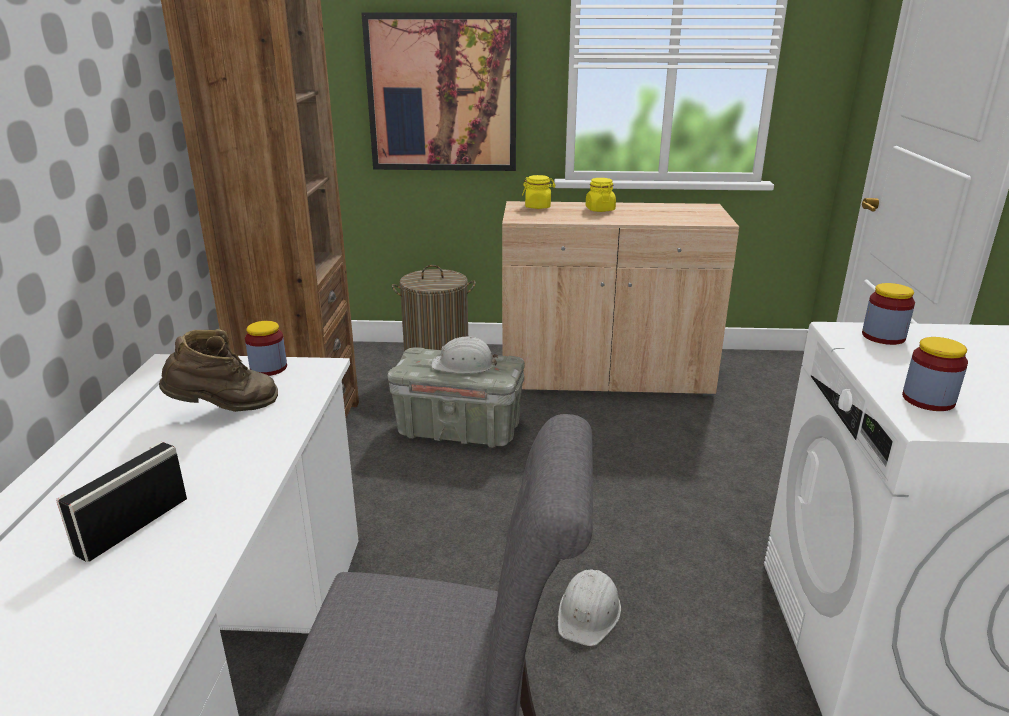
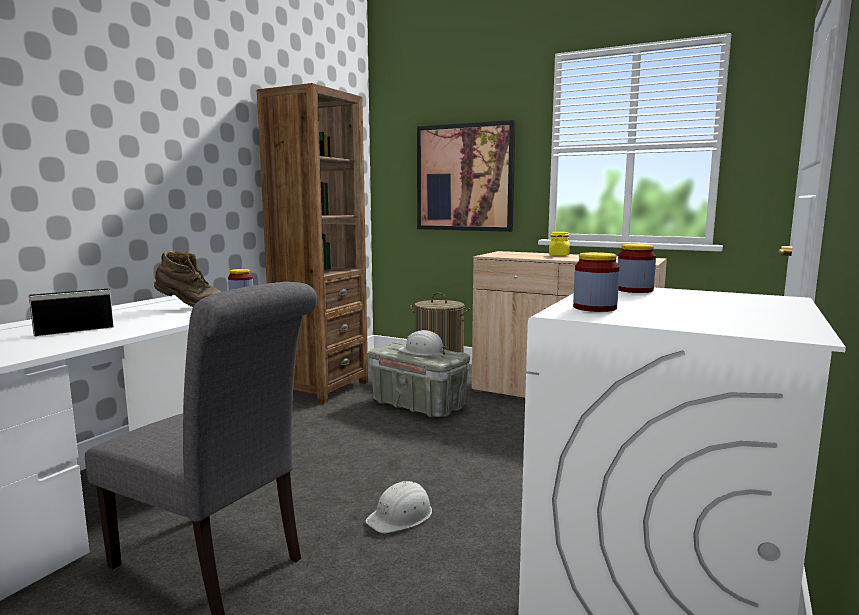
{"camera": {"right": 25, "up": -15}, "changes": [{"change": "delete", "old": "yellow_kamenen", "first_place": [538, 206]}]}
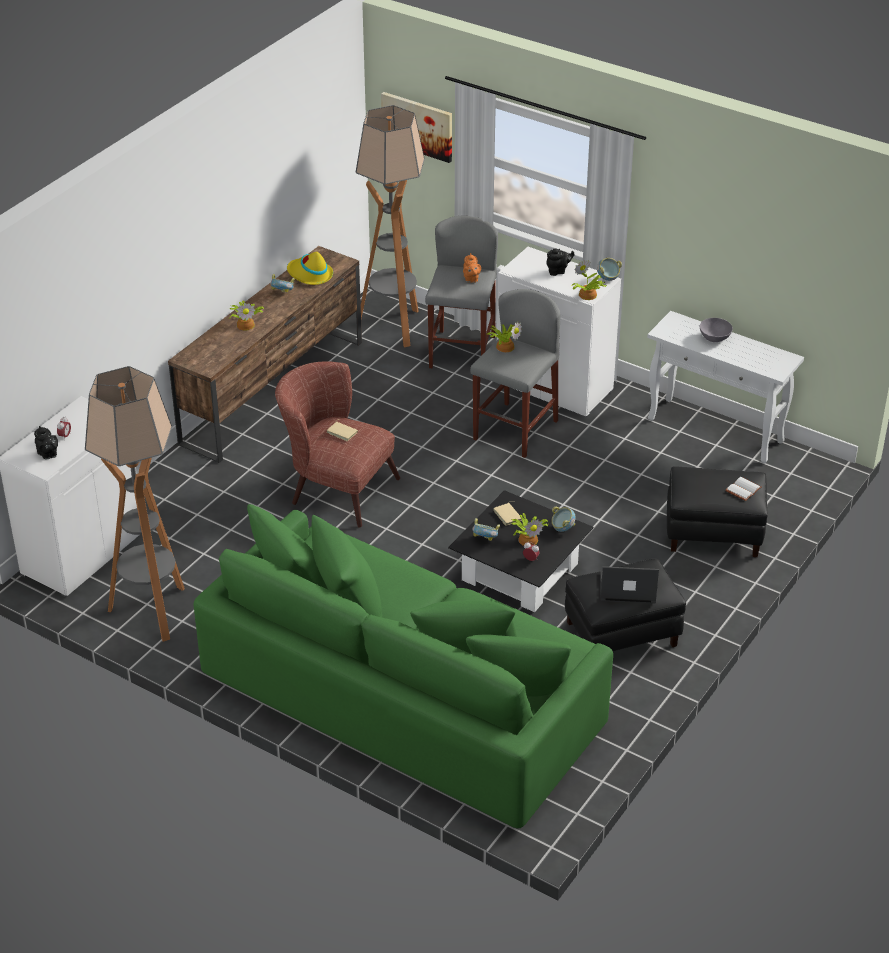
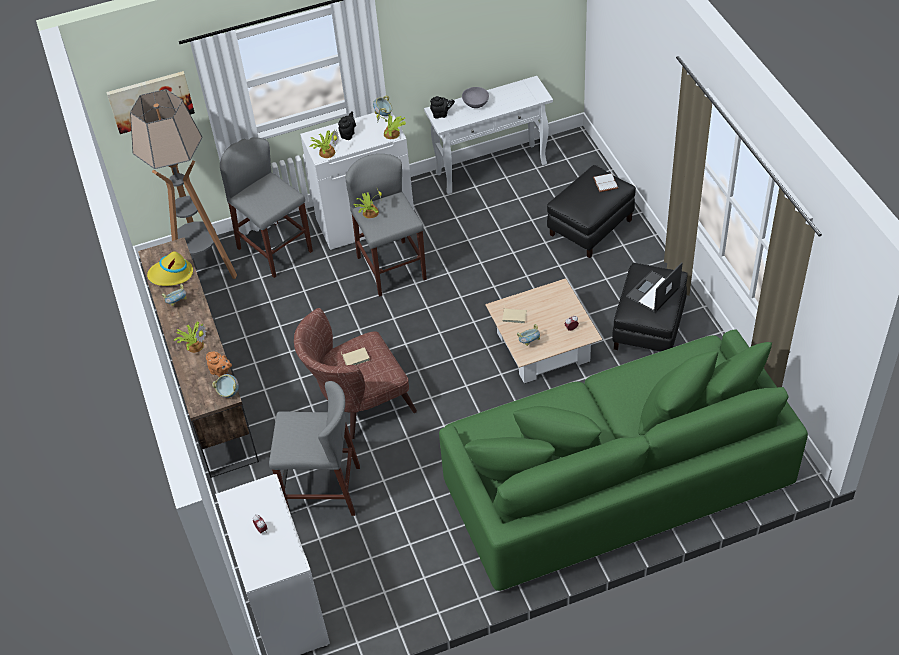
{"camera": {"right": -50, "up": 10}, "changes": [{"change": "delete", "old": "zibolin", "first_place": [152, 612]}, {"change": "insert", "new": "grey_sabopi", "second_place": [323, 490]}, {"change": "move", "old": "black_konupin", "first_place": [48, 455], "second_place": [441, 114]}, {"change": "move", "old": "orange_konupin", "first_place": [471, 279], "second_place": [221, 372]}, {"change": "move", "old": "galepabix", "first_place": [528, 539], "second_place": [326, 152]}, {"change": "move", "old": "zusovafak", "first_place": [562, 528], "second_place": [228, 393]}, {"change": "recolor", "old": "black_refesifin", "new": "beige_refesifin", "first_place": [520, 572], "second_place": [543, 347]}]}
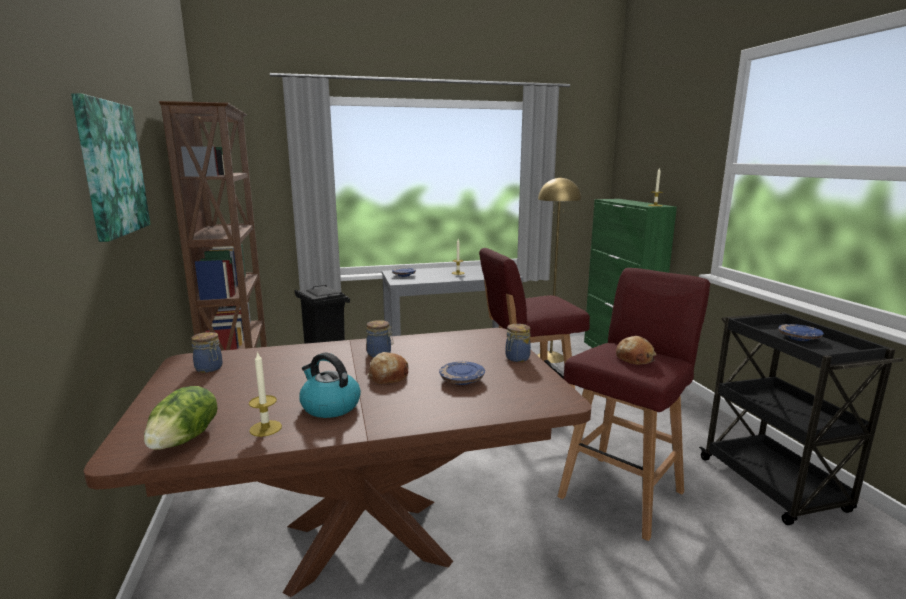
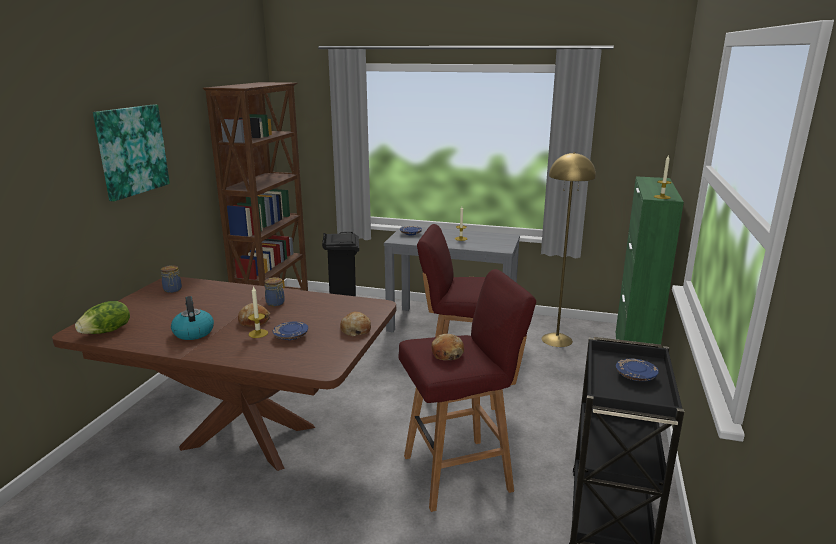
{"camera": {"right": 30, "up": 5}, "changes": [{"change": "move", "old": "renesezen", "first_place": [265, 428], "second_place": [258, 333]}, {"change": "replace", "old": "kamenen", "new": "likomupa", "first_place": [516, 358], "second_place": [355, 330]}]}
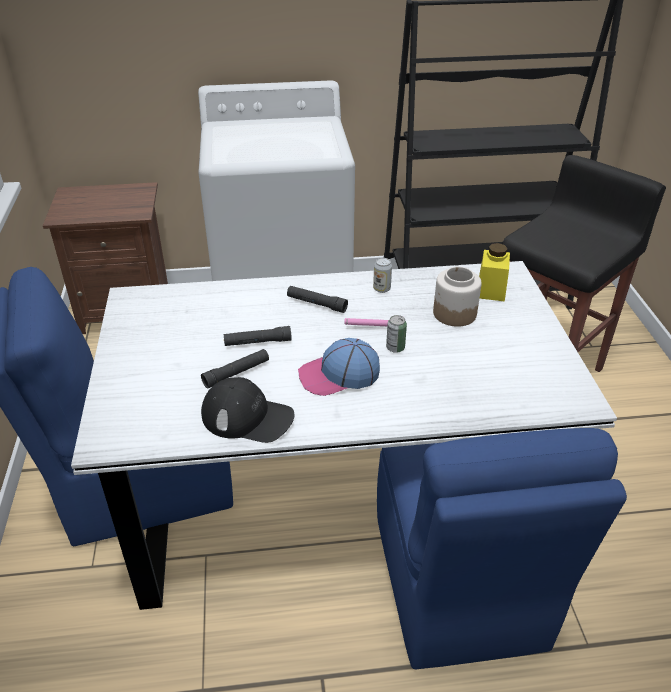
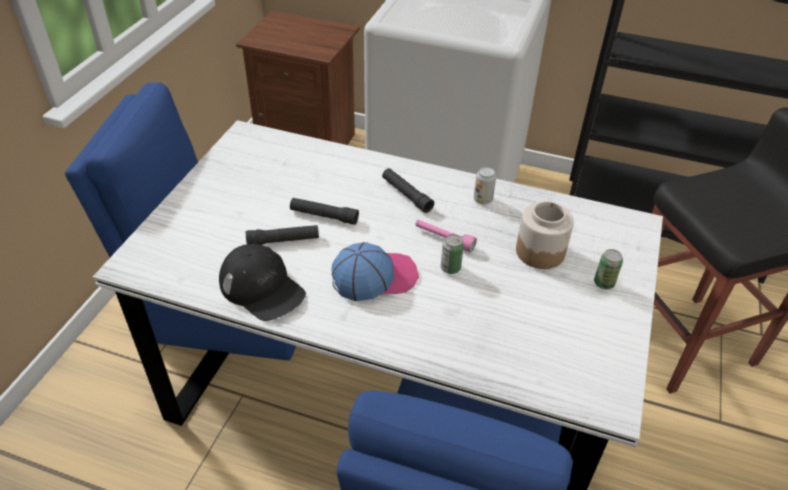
{"camera": {"right": 25, "up": 5}, "changes": [{"change": "delete", "old": "yellow_kamenen", "first_place": [491, 290]}, {"change": "insert", "new": "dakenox", "second_place": [604, 283]}, {"change": "rotate", "old": "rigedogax", "first_place": [339, 375], "second_place": [374, 277], "degrees": 150}]}
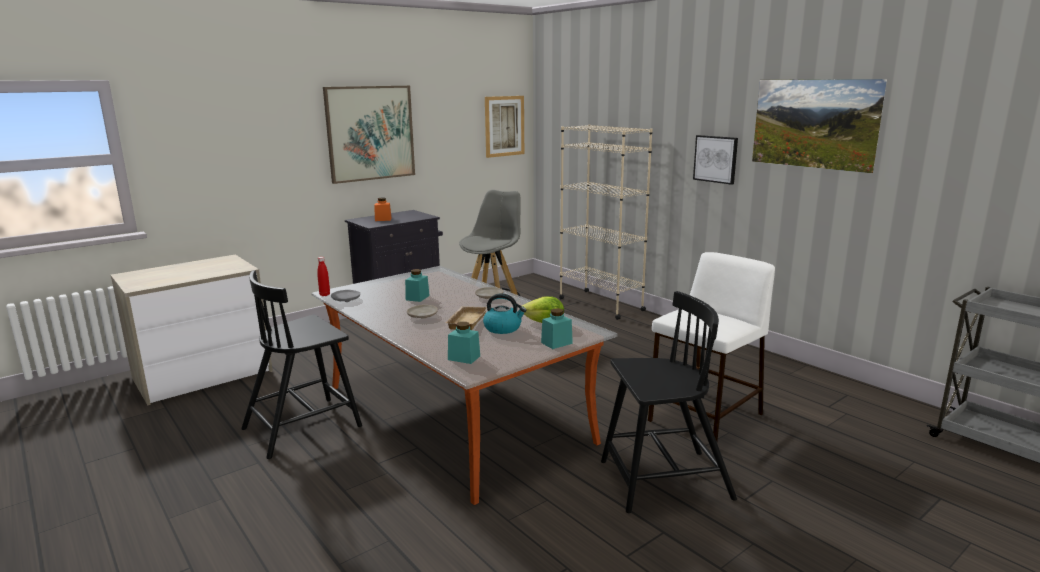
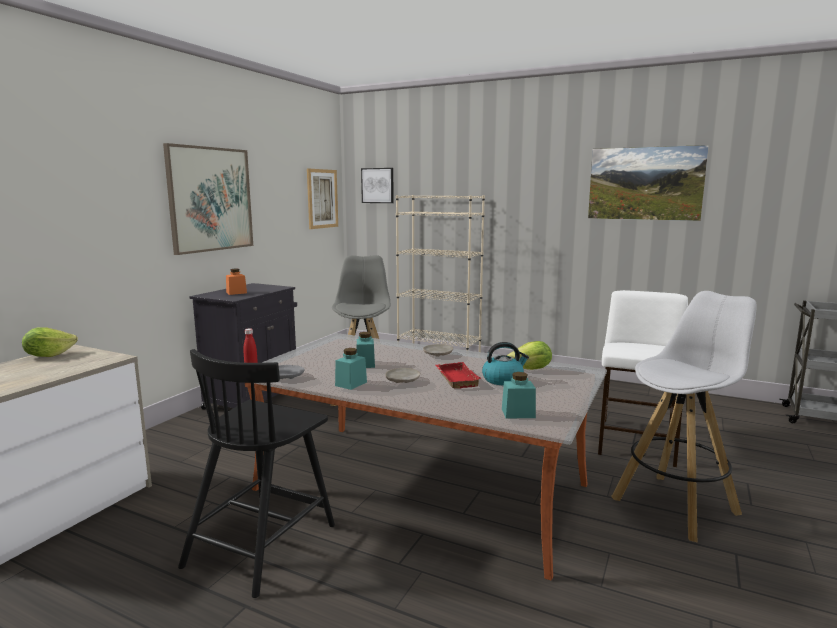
{"camera": {"right": -25, "up": -5}, "changes": [{"change": "insert", "new": "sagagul", "second_place": [48, 355]}, {"change": "move", "old": "turquoise_kamenen", "first_place": [556, 343], "second_place": [351, 384]}, {"change": "move", "old": "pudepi", "first_place": [715, 159], "second_place": [378, 185]}, {"change": "replace", "old": "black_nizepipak", "new": "white_sabopi", "first_place": [663, 481], "second_place": [676, 505]}, {"change": "recolor", "old": "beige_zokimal", "new": "red_zokimal", "first_place": [465, 321], "second_place": [455, 379]}]}
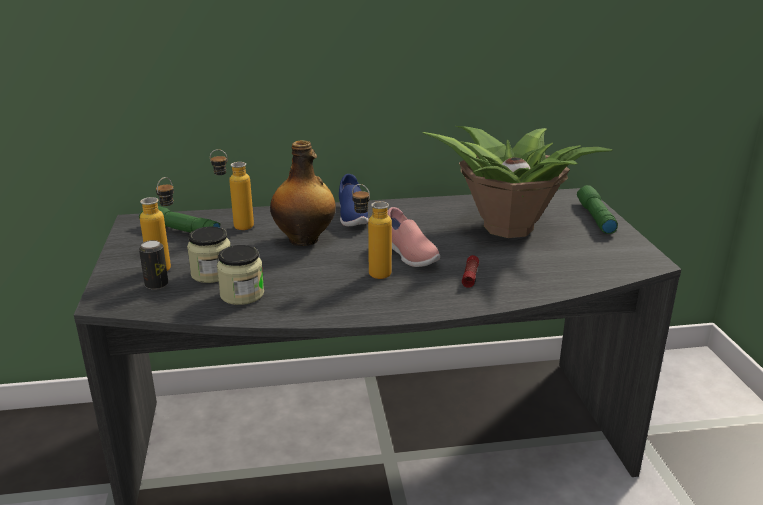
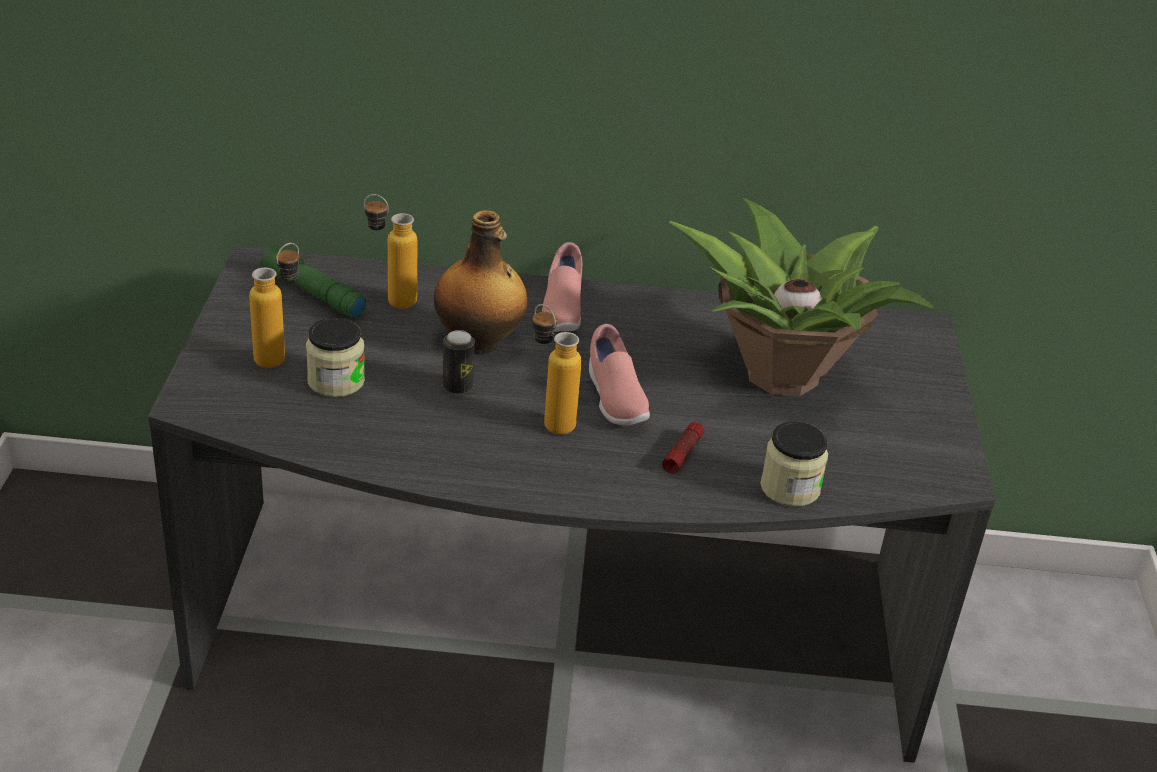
{"camera": {"right": 10, "up": 10}, "changes": [{"change": "delete", "old": "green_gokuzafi", "first_place": [594, 217]}, {"change": "move", "old": "dakenox", "first_place": [156, 285], "second_place": [457, 386]}, {"change": "move", "old": "kamenen", "first_place": [242, 294], "second_place": [790, 488]}, {"change": "recolor", "old": "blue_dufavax", "new": "pink_dufavax", "first_place": [351, 216], "second_place": [561, 310]}]}
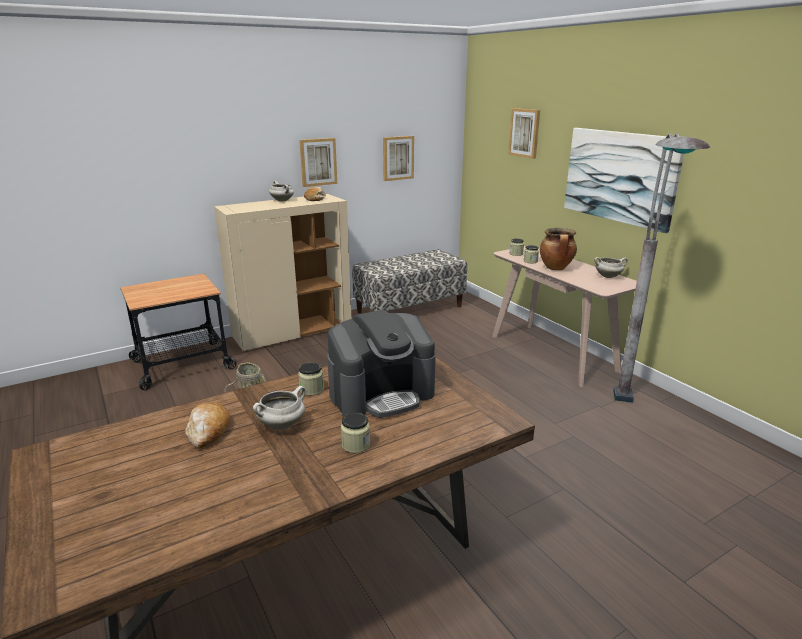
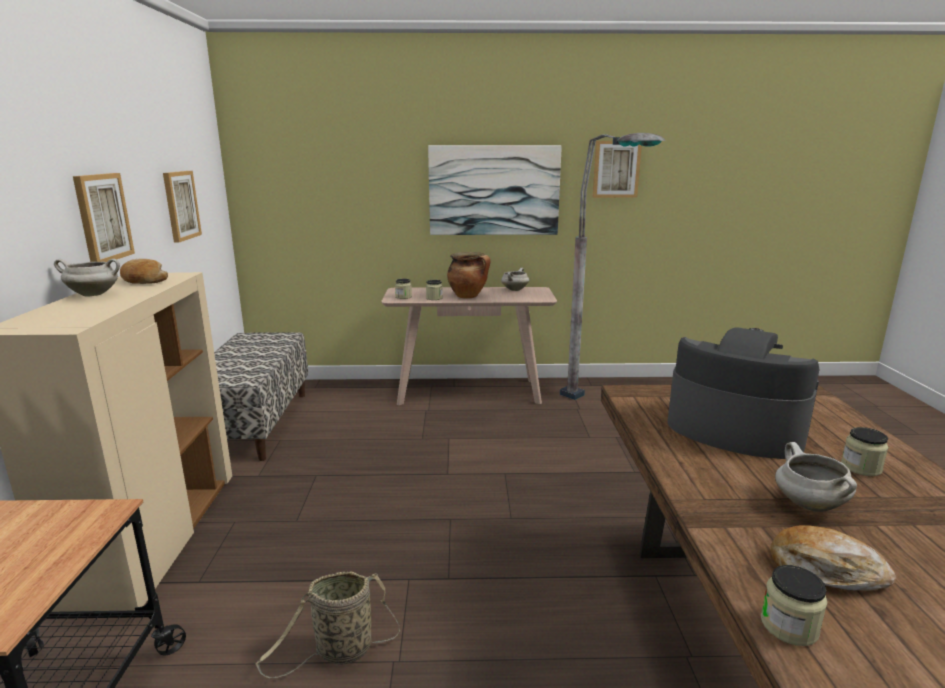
{"camera": {"right": -60, "up": -5}, "changes": [{"change": "move", "old": "kamenen", "first_place": [311, 389], "second_place": [789, 626]}, {"change": "move", "old": "pudepi", "first_place": [524, 133], "second_place": [616, 169]}, {"change": "rotate", "old": "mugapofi", "first_place": [382, 393], "second_place": [734, 428], "degrees": -60}]}
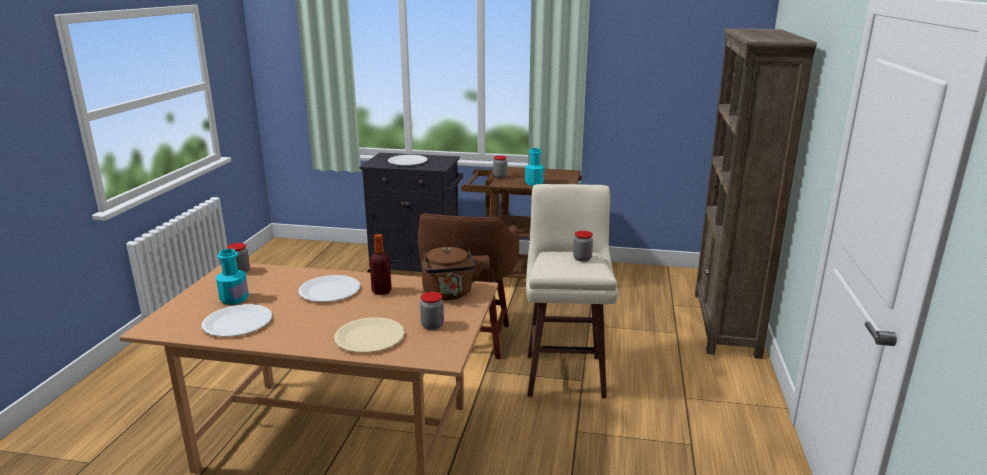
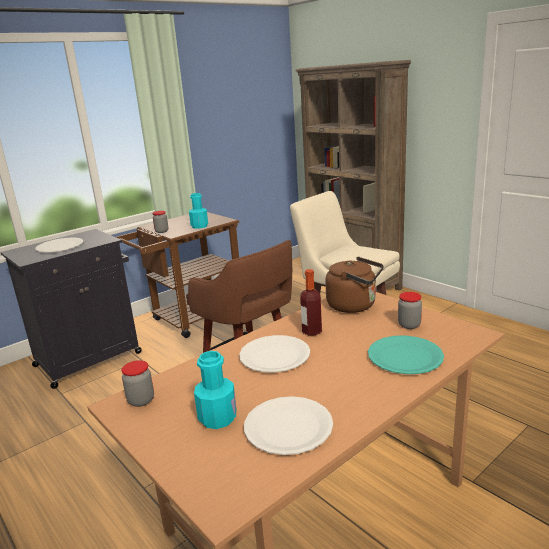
{"camera": {"right": -50, "up": 0}, "changes": [{"change": "delete", "old": "kamenen", "first_place": [582, 258]}, {"change": "recolor", "old": "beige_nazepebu", "new": "turquoise_nazepebu", "first_place": [370, 337], "second_place": [405, 356]}]}
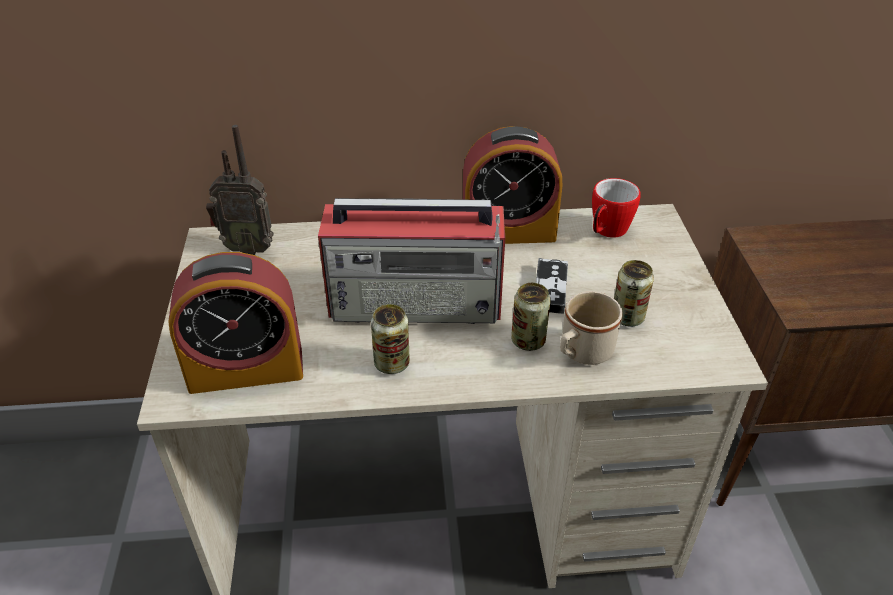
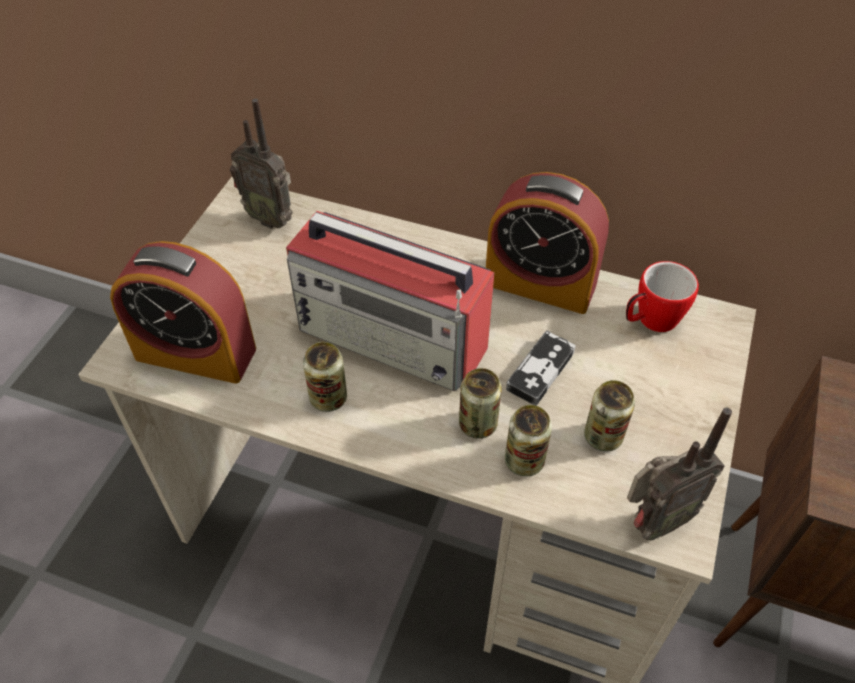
{"camera": {"right": 25, "up": 10}, "changes": [{"change": "insert", "new": "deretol", "second_place": [653, 521]}, {"change": "replace", "old": "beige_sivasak", "new": "dakenox", "first_place": [581, 353], "second_place": [524, 461]}]}
